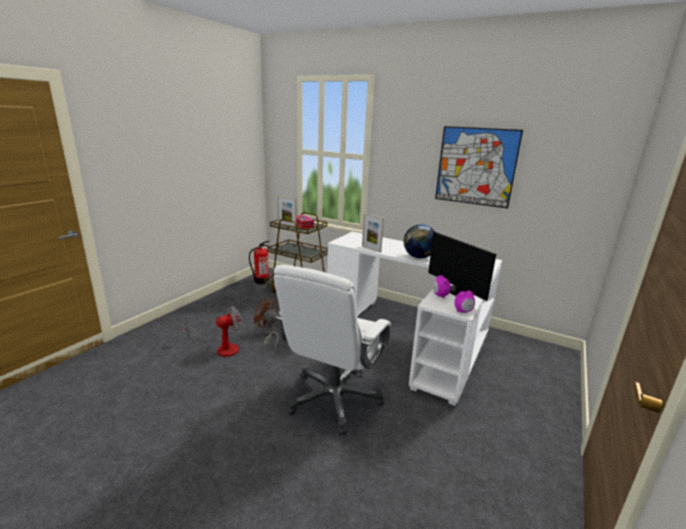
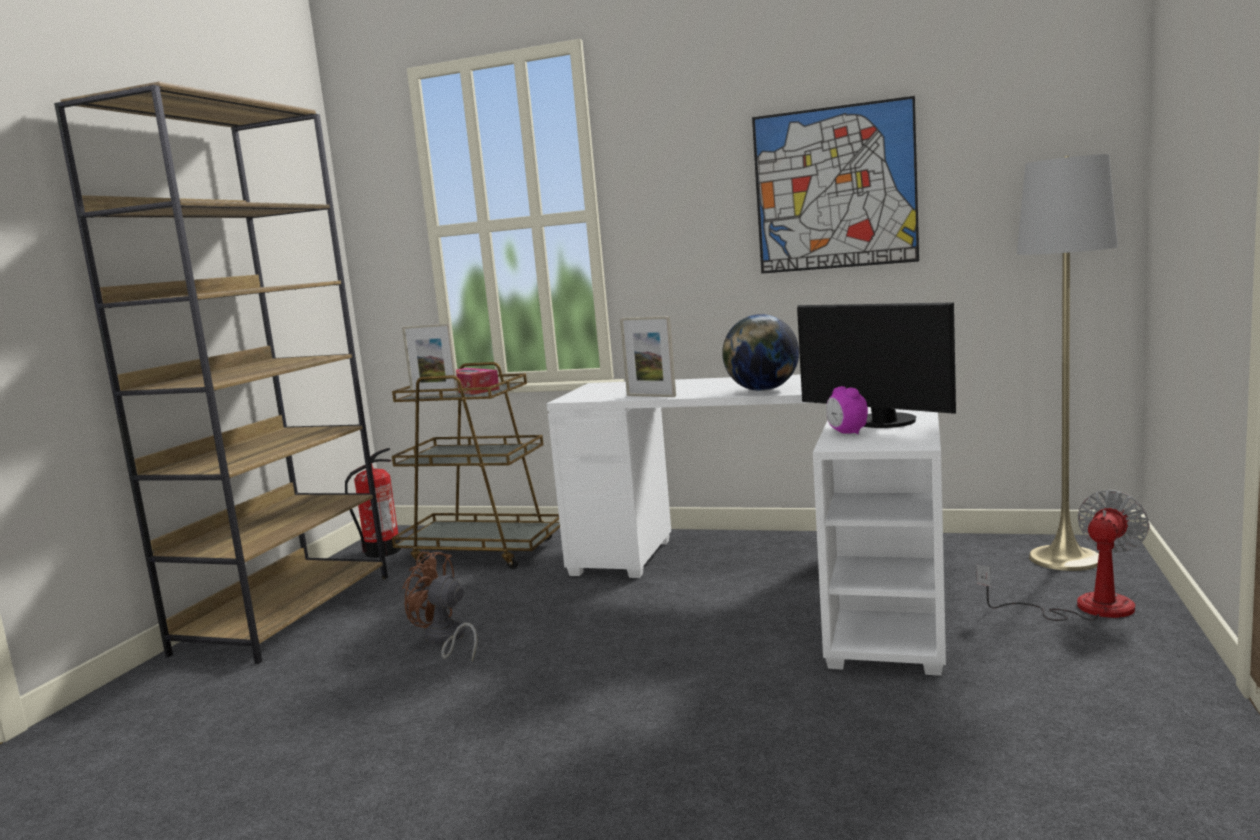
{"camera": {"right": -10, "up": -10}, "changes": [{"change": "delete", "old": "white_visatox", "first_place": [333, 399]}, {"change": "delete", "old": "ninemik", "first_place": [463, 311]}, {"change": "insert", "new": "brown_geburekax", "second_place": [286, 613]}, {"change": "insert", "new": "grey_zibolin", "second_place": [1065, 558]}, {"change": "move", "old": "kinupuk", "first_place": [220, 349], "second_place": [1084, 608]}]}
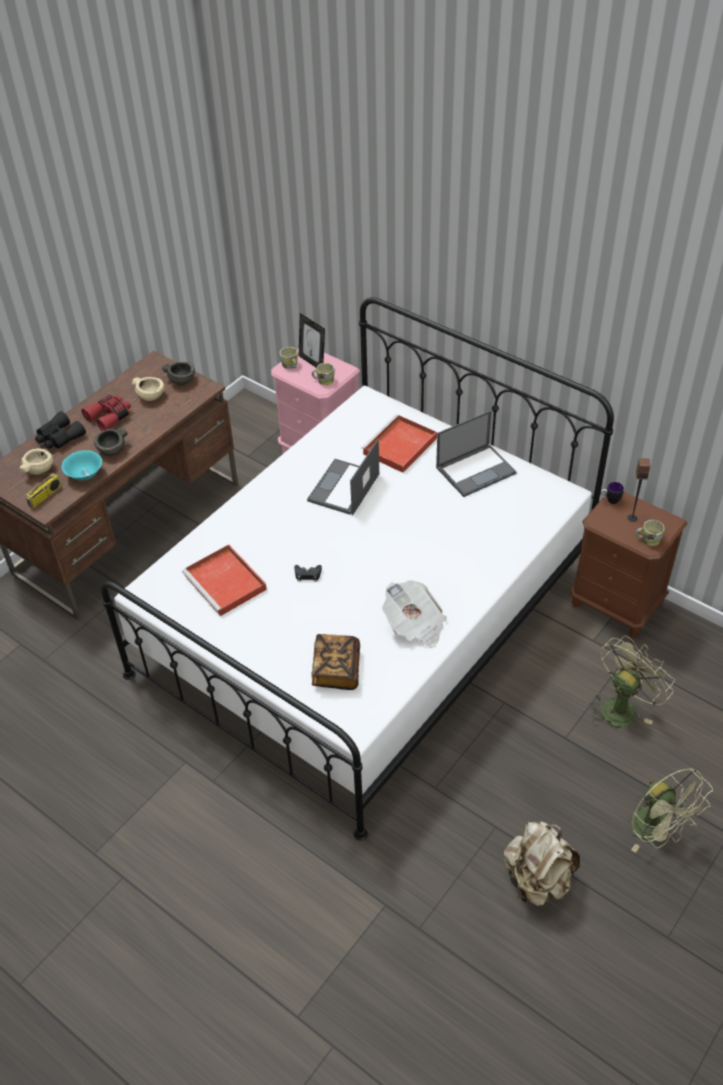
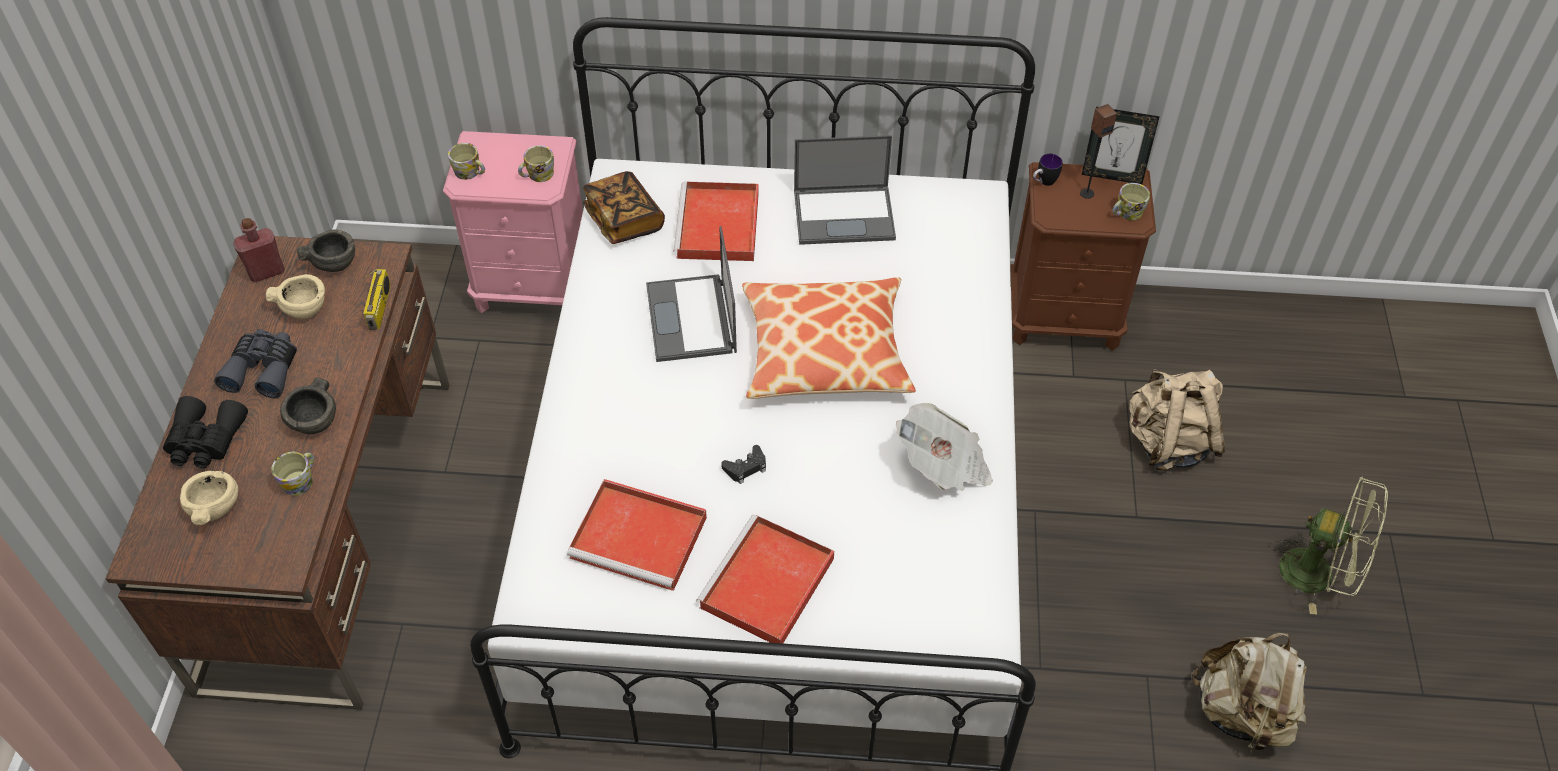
{"camera": {"right": -35, "up": 5}, "changes": [{"change": "insert", "new": "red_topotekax", "second_place": [266, 272]}, {"change": "insert", "new": "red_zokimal", "second_place": [766, 585]}, {"change": "insert", "new": "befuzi", "second_place": [825, 351]}, {"change": "move", "old": "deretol", "first_place": [45, 496], "second_place": [380, 307]}, {"change": "move", "old": "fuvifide", "first_place": [312, 362], "second_place": [1112, 176]}, {"change": "move", "old": "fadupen", "first_place": [336, 670], "second_place": [624, 220]}, {"change": "replace", "old": "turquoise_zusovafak", "new": "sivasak", "first_place": [84, 474], "second_place": [301, 480]}, {"change": "replace", "old": "green_kinupuk", "new": "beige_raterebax", "first_place": [622, 707], "second_place": [1168, 443]}, {"change": "recolor", "old": "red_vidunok", "new": "grey_vidunok", "first_place": [110, 417], "second_place": [263, 369]}, {"change": "rotate", "old": "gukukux", "first_place": [476, 470], "second_place": [845, 214], "degrees": 60}]}
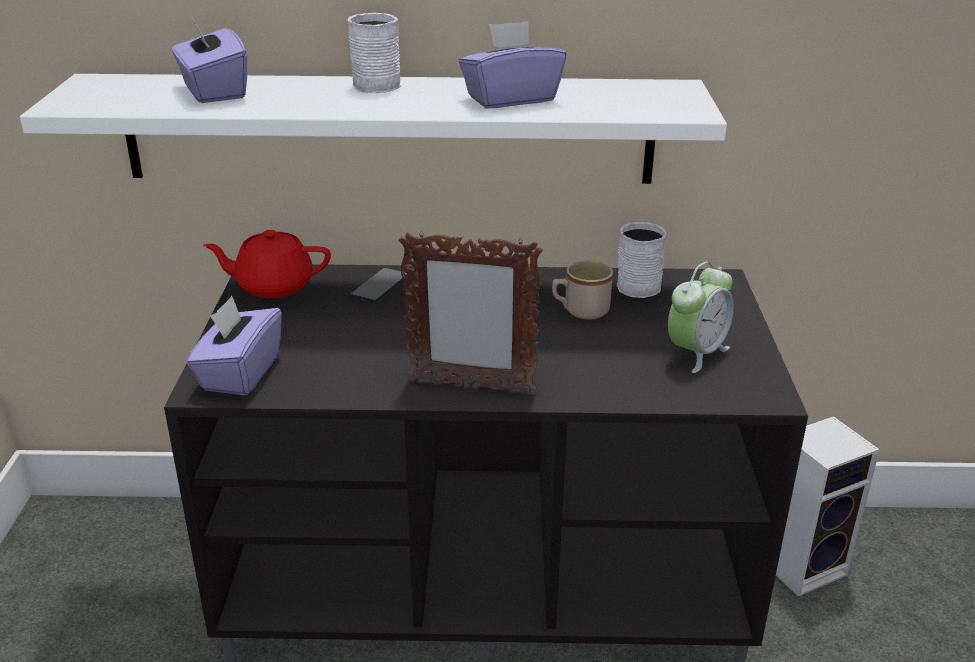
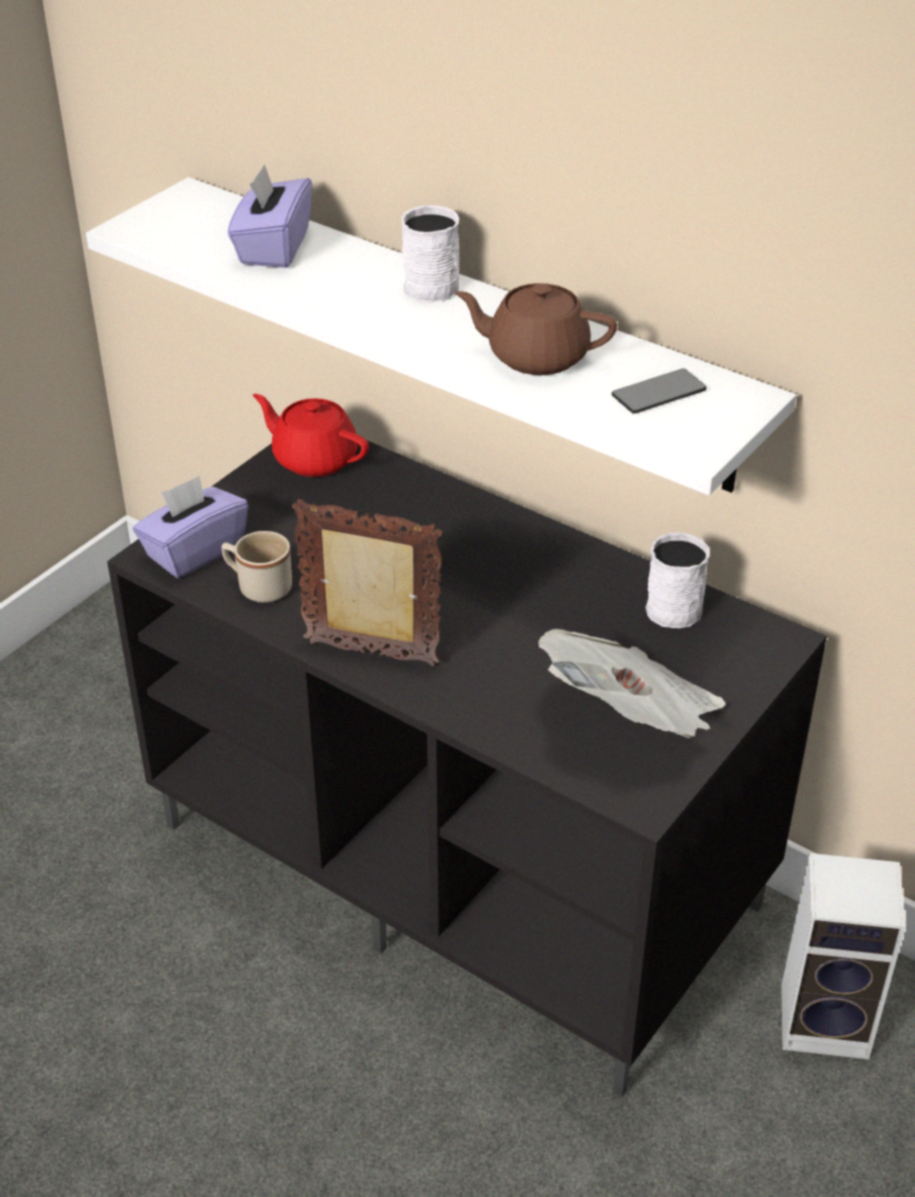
{"camera": {"right": 35, "up": 10}, "changes": [{"change": "move", "old": "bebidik", "first_place": [380, 286], "second_place": [658, 393]}, {"change": "move", "old": "beige_sivasak", "first_place": [580, 311], "second_place": [258, 587]}, {"change": "replace", "old": "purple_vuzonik", "new": "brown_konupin", "first_place": [511, 99], "second_place": [536, 356]}, {"change": "replace", "old": "ninemik", "new": "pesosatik", "first_place": [696, 353], "second_place": [632, 719]}, {"change": "rotate", "old": "fuvifide", "first_place": [470, 385], "second_place": [372, 655], "degrees": 150}]}
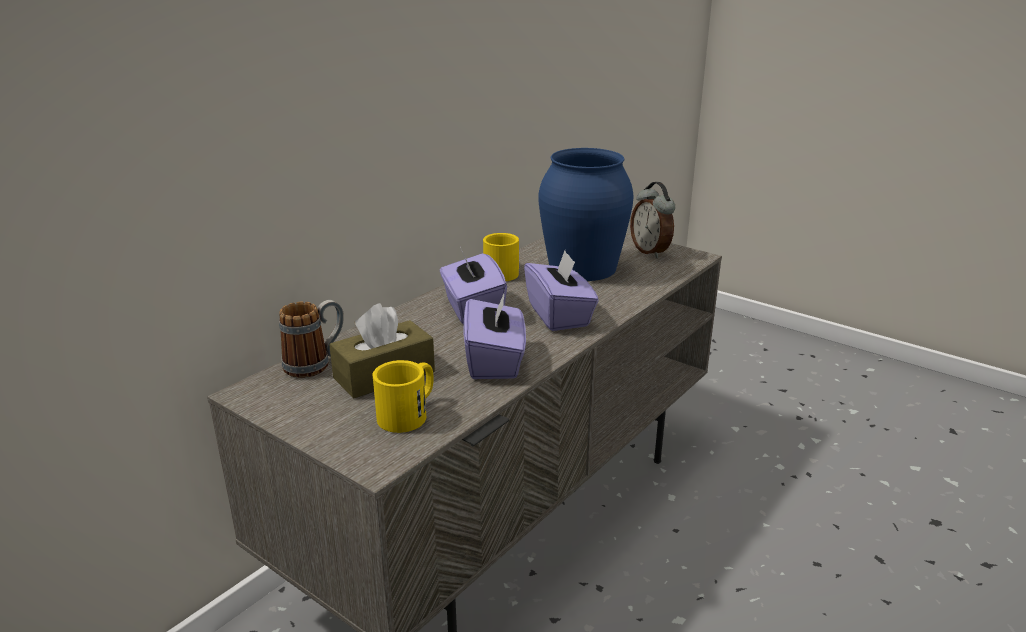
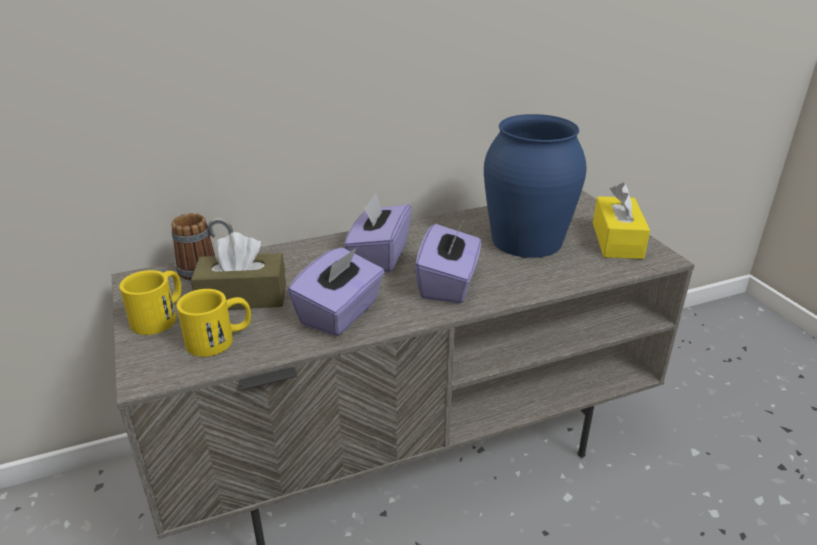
{"camera": {"right": 30, "up": 5}, "changes": [{"change": "move", "old": "yellow_sivasak", "first_place": [500, 271], "second_place": [160, 316]}, {"change": "replace", "old": "ninemik", "new": "yellow_vuzonik", "first_place": [651, 251], "second_place": [617, 240]}]}
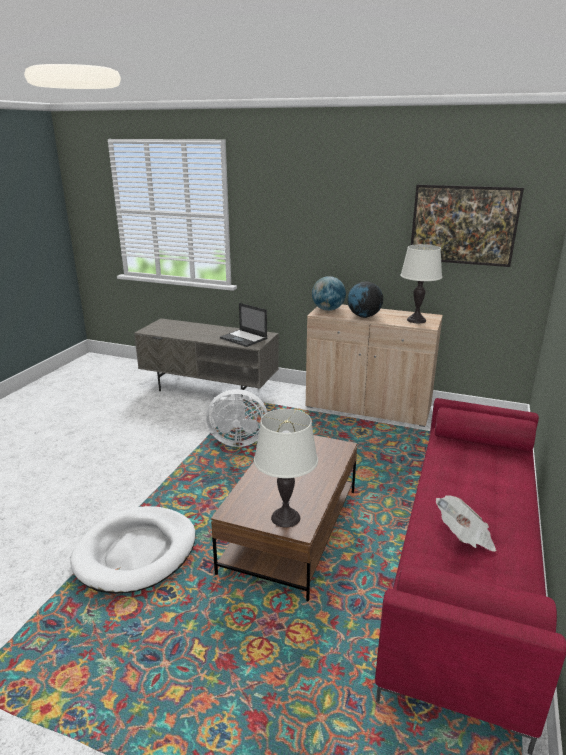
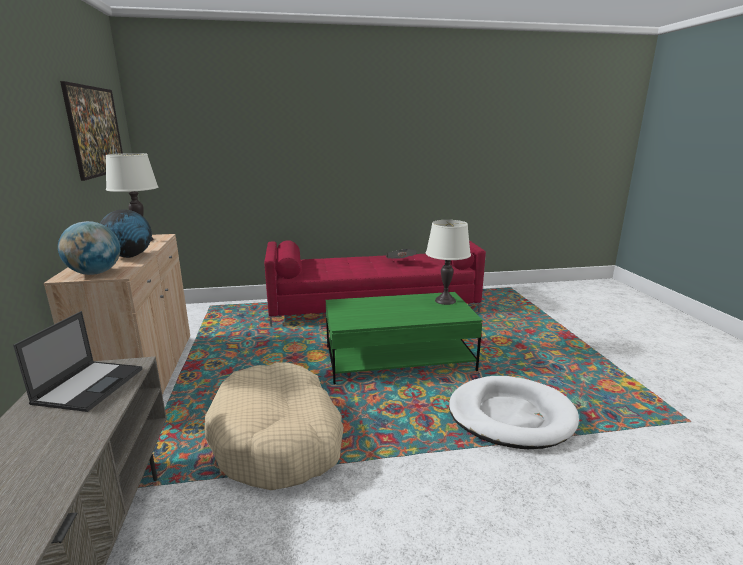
{"camera": {"right": -120, "up": -5}, "changes": [{"change": "replace", "old": "white_kinupuk", "new": "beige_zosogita", "first_place": [236, 440], "second_place": [278, 439]}, {"change": "recolor", "old": "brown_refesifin", "new": "green_refesifin", "first_place": [291, 530], "second_place": [398, 358]}]}
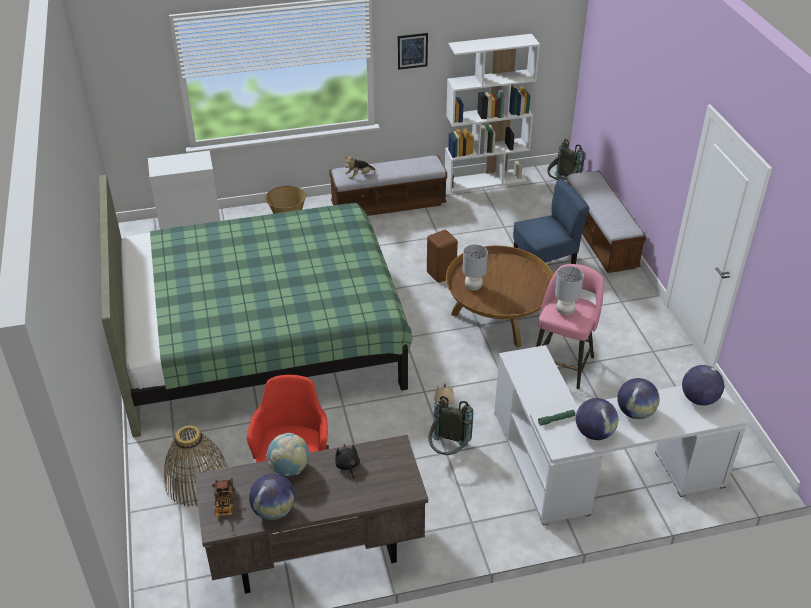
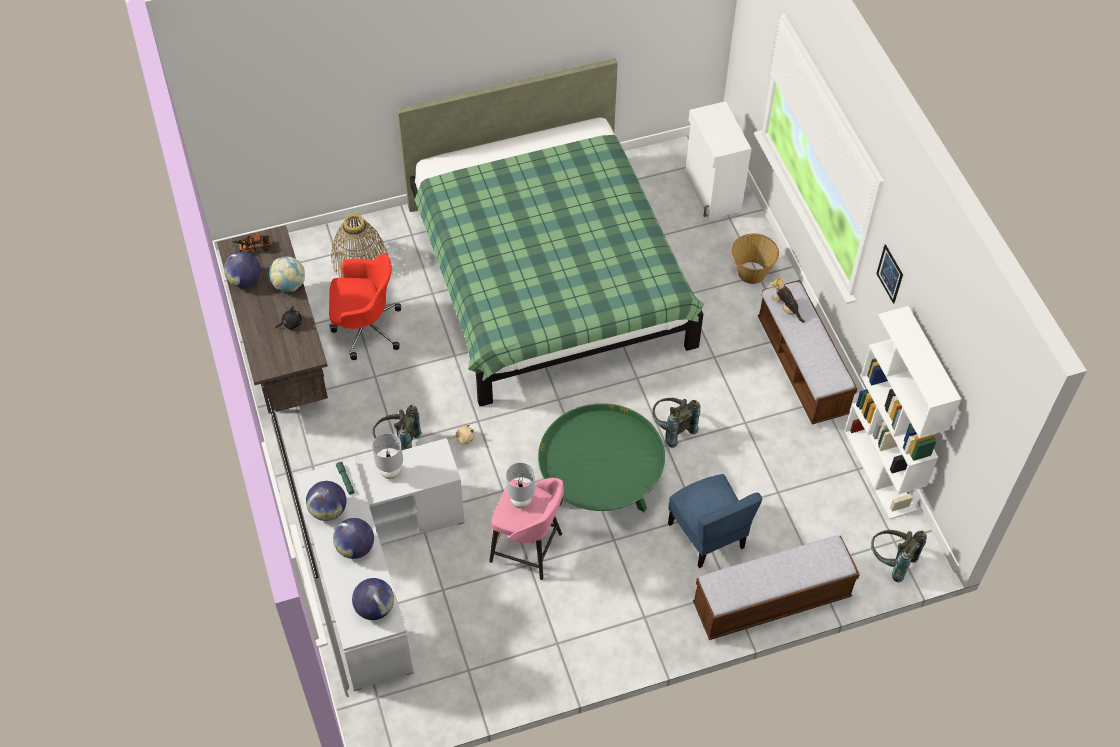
{"camera": {"right": 85, "up": 15}, "changes": [{"change": "move", "old": "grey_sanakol", "first_place": [473, 287], "second_place": [390, 472]}, {"change": "replace", "old": "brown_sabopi", "new": "grey_raterebax", "first_place": [442, 274], "second_place": [671, 429]}, {"change": "recolor", "old": "brown_refesifin", "new": "green_refesifin", "first_place": [497, 317], "second_place": [600, 485]}]}
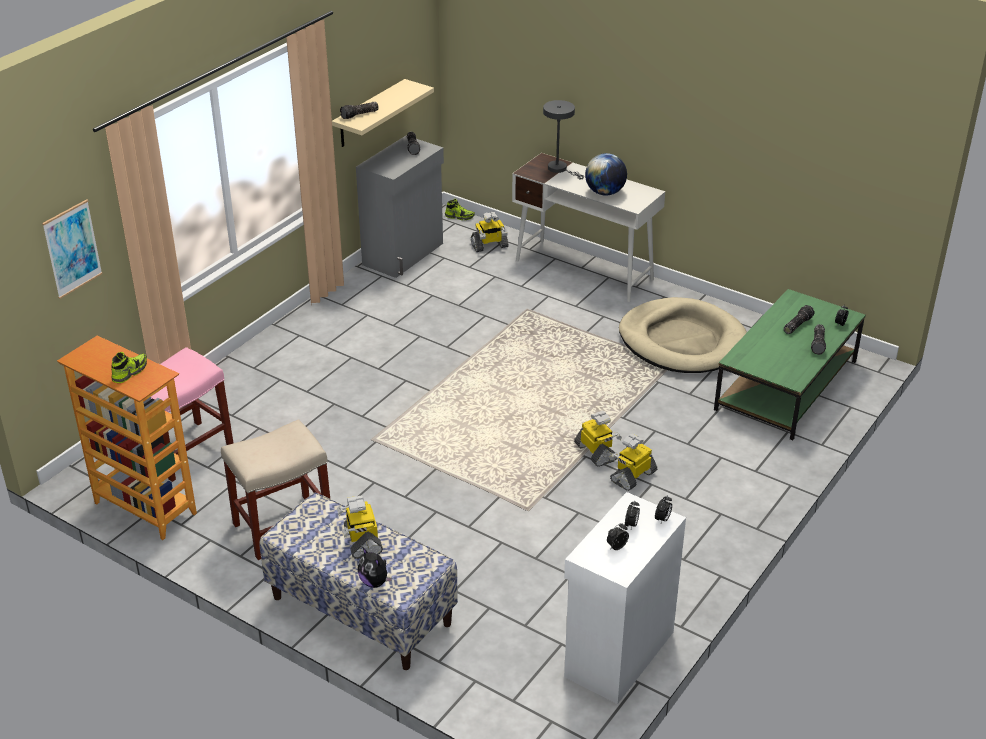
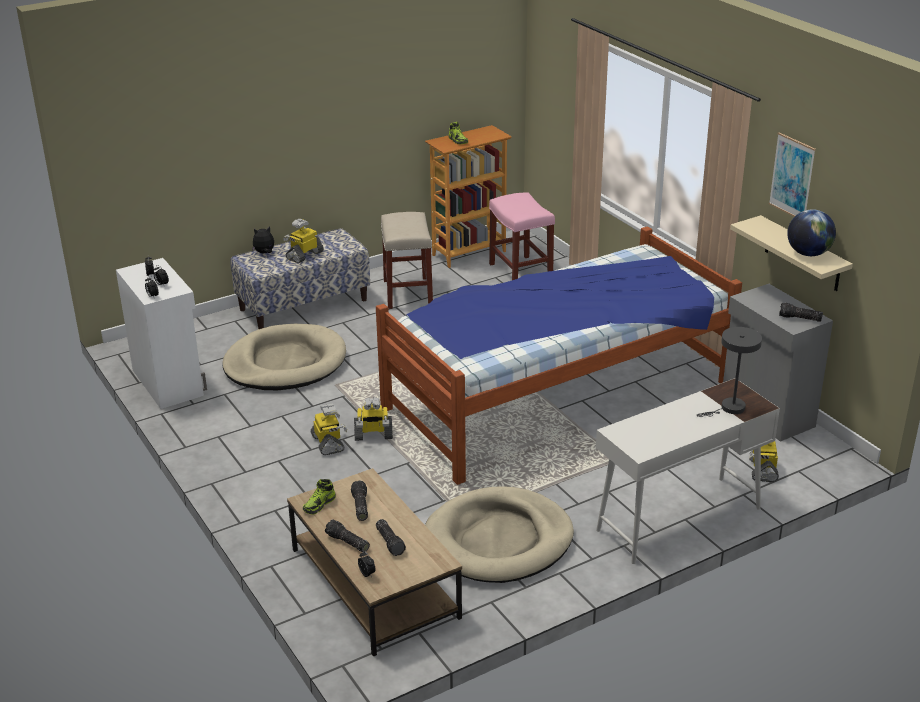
{"camera": {"right": 115, "up": -5}, "changes": [{"change": "insert", "new": "beige_zosogita", "second_place": [285, 363]}, {"change": "insert", "new": "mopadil", "second_place": [556, 395]}, {"change": "move", "old": "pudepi", "first_place": [72, 249], "second_place": [792, 176]}, {"change": "move", "old": "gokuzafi", "first_place": [359, 115], "second_place": [359, 506]}, {"change": "move", "old": "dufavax", "first_place": [459, 216], "second_place": [319, 505]}, {"change": "move", "old": "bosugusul", "first_place": [605, 192], "second_place": [808, 253]}, {"change": "recolor", "old": "green_refesifin", "new": "brown_refesifin", "first_place": [786, 386], "second_place": [373, 582]}, {"change": "rotate", "old": "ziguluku", "first_place": [362, 540], "second_place": [304, 255], "degrees": -60}]}
